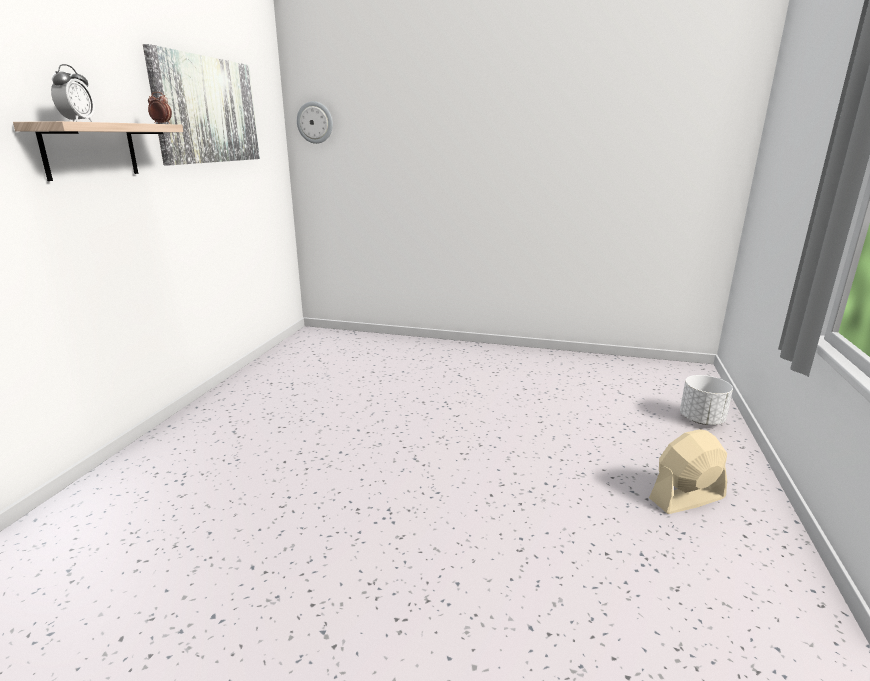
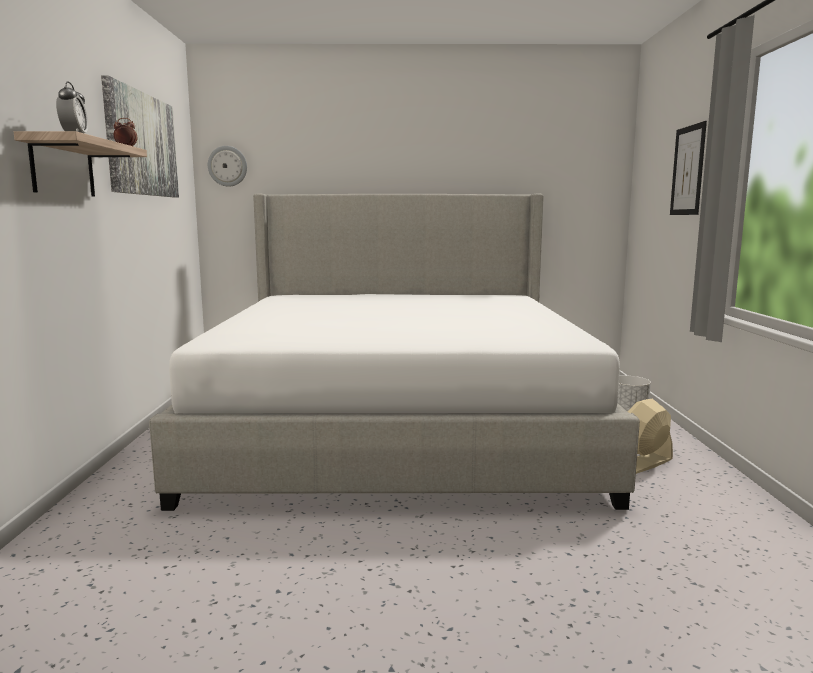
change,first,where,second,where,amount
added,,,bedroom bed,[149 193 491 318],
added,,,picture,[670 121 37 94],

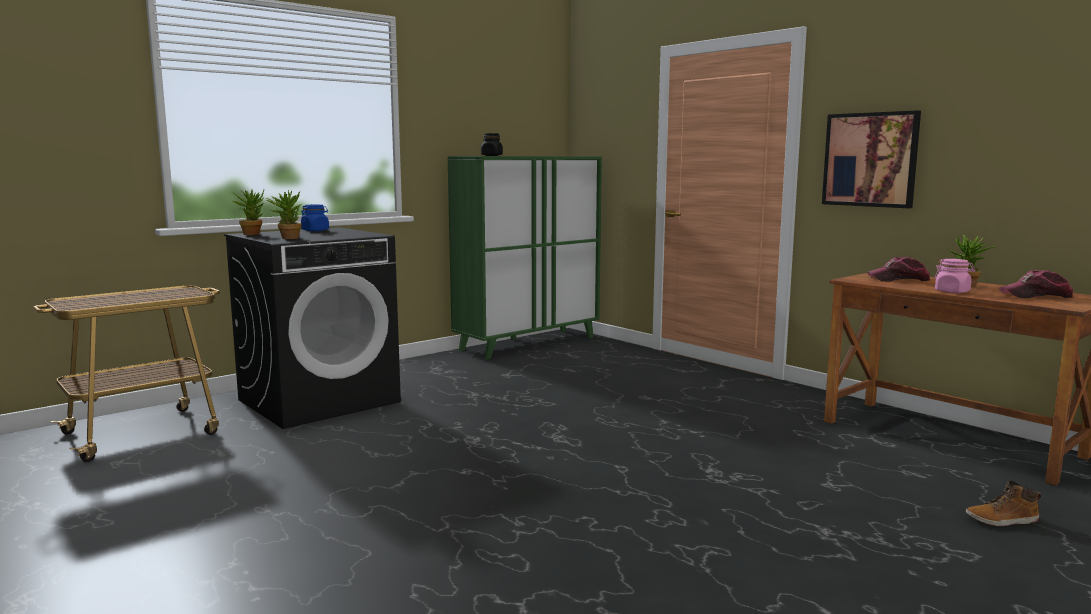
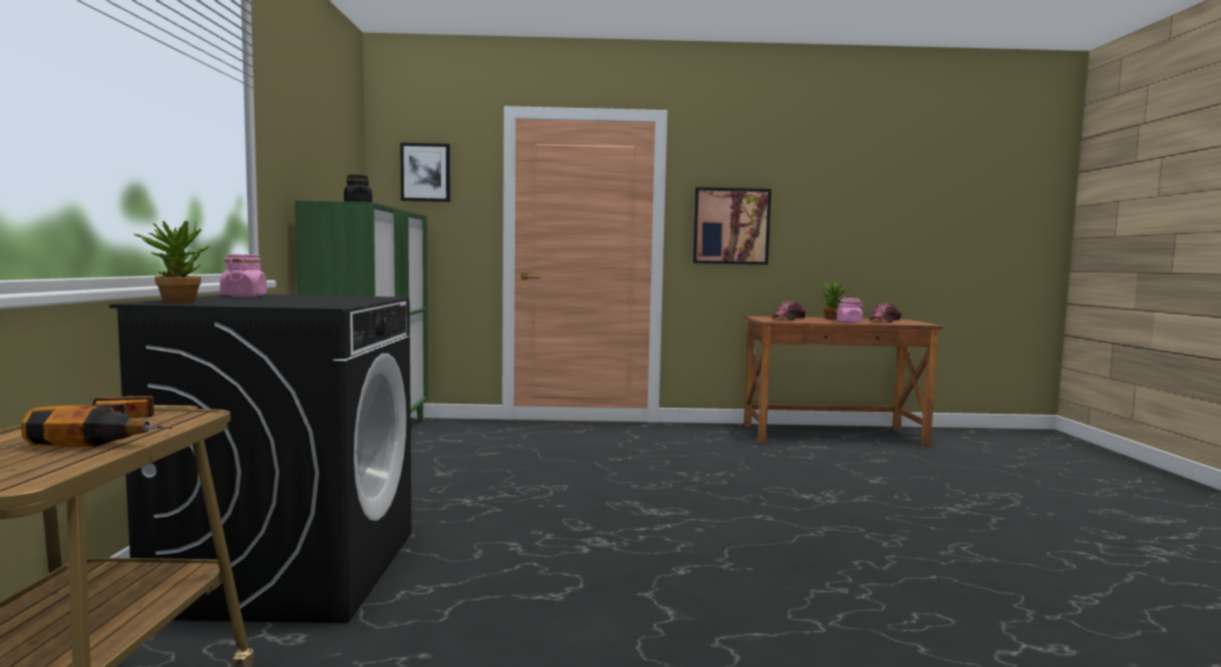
change,first,where,second,where,amount
removed,houseplant,[266 190 35 49],,,
removed,high-top boot,[966 481 75 46],,,
added,,,drill,[21 396 151 51],
added,,,picture,[400 143 50 59],
recoloured,blue-coloured preserve jar,[301 204 28 27],pink-coloured preserve jar,[220 254 47 43],

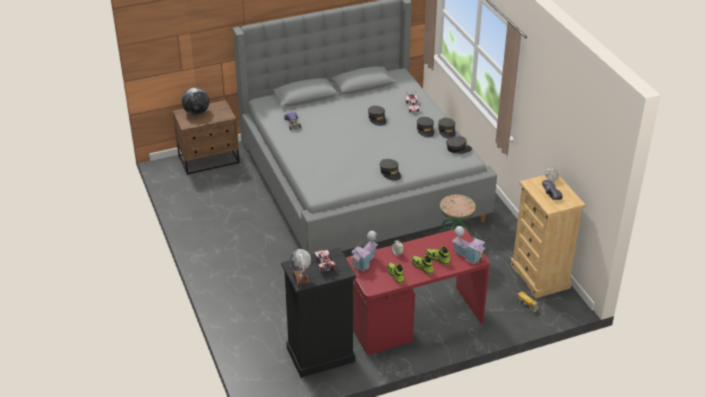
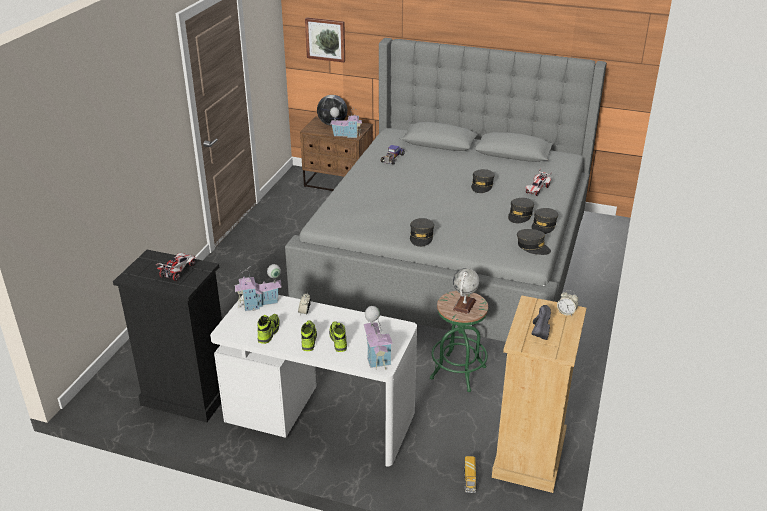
change,first,where,second,where,amount
added,,,picture,[305 17 40 45],
added,,,model house,[330 106 32 32],
moved,world globe,[289 249 22 37],,[453 268 27 46],
recoloured,red desk unit,[346 228 144 127],white desk unit,[210 295 207 172],

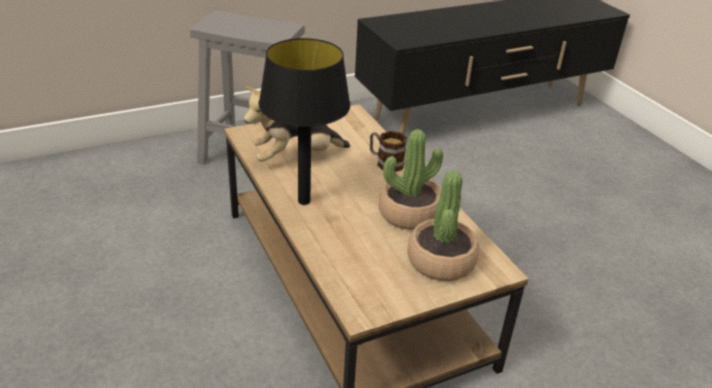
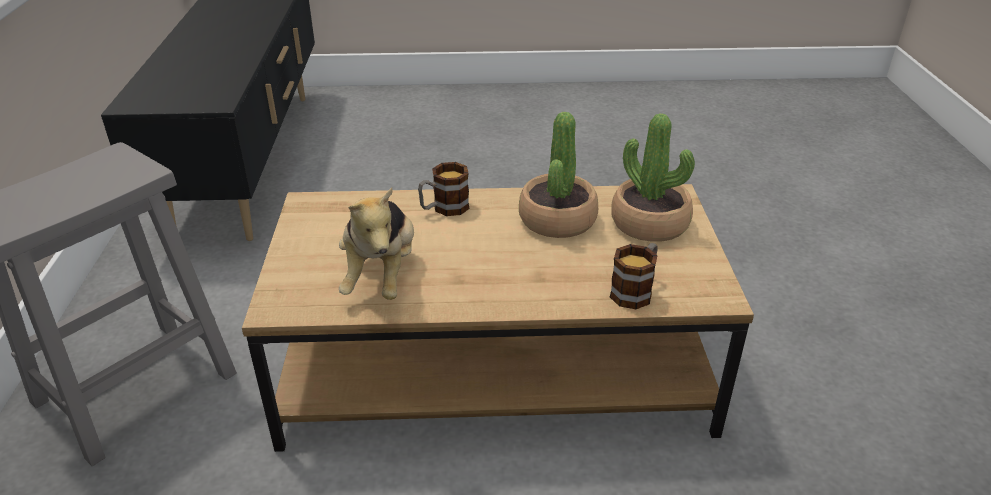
change,first,where,second,where,amount
removed,black-coloured lamp for a table,[259 38 91 167],,,
added,,,tea mug,[610 243 48 66],

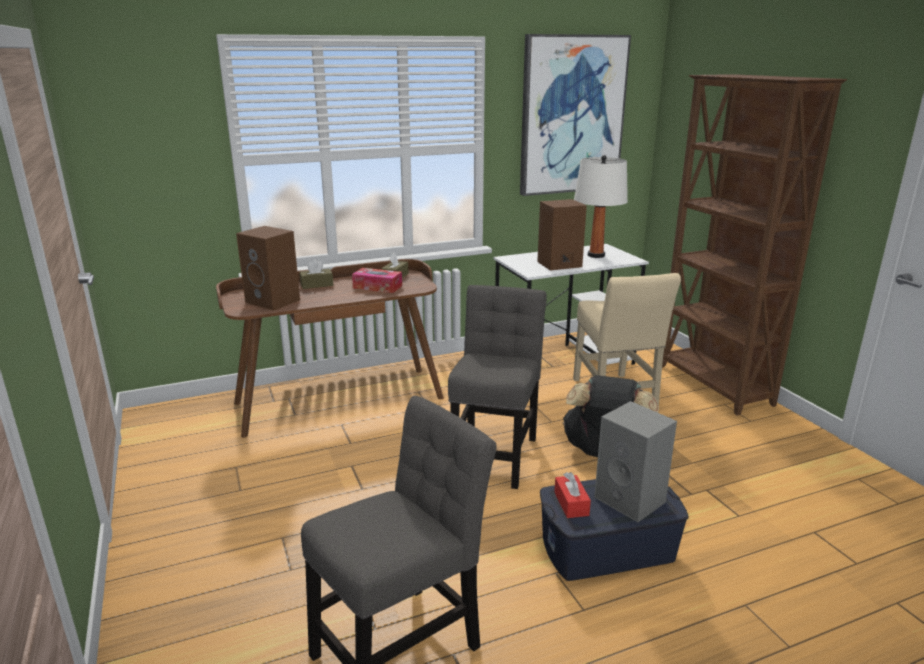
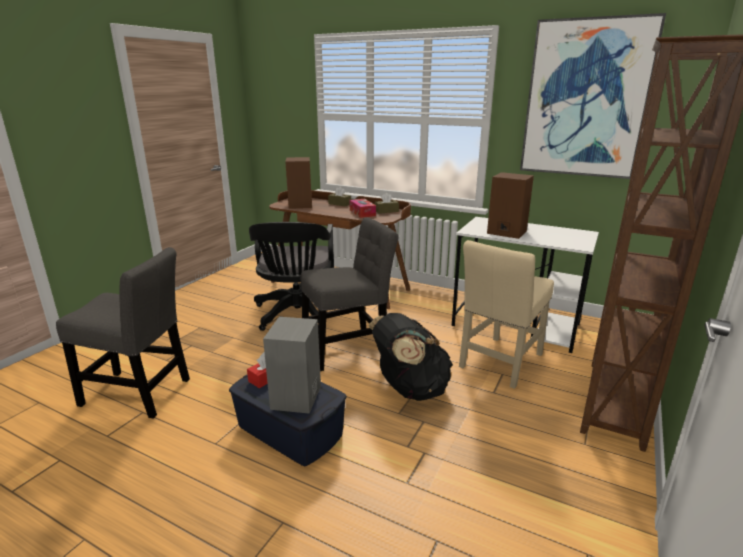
change,first,where,second,where,amount
removed,white lamp for a table,[574 155 54 103],,,
added,,,black-coloured desk chair,[249 222 85 109],

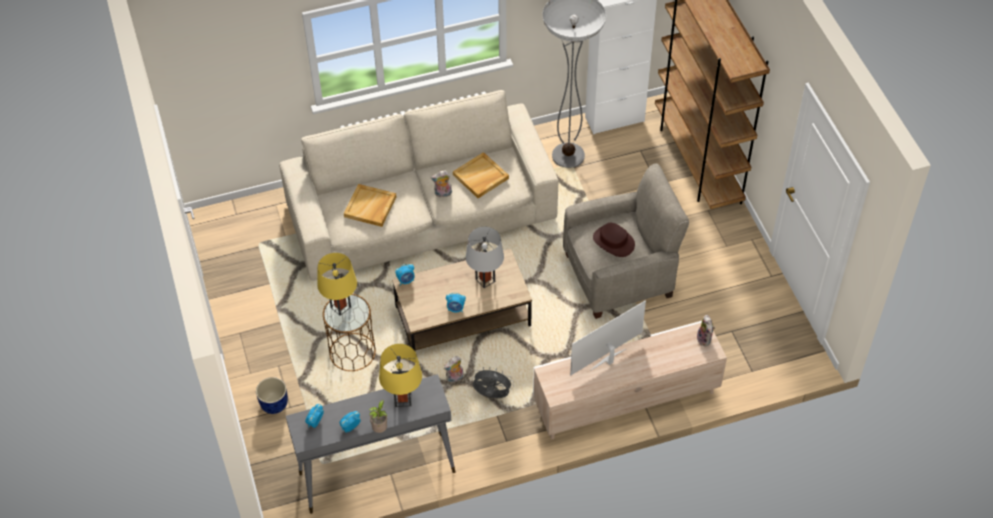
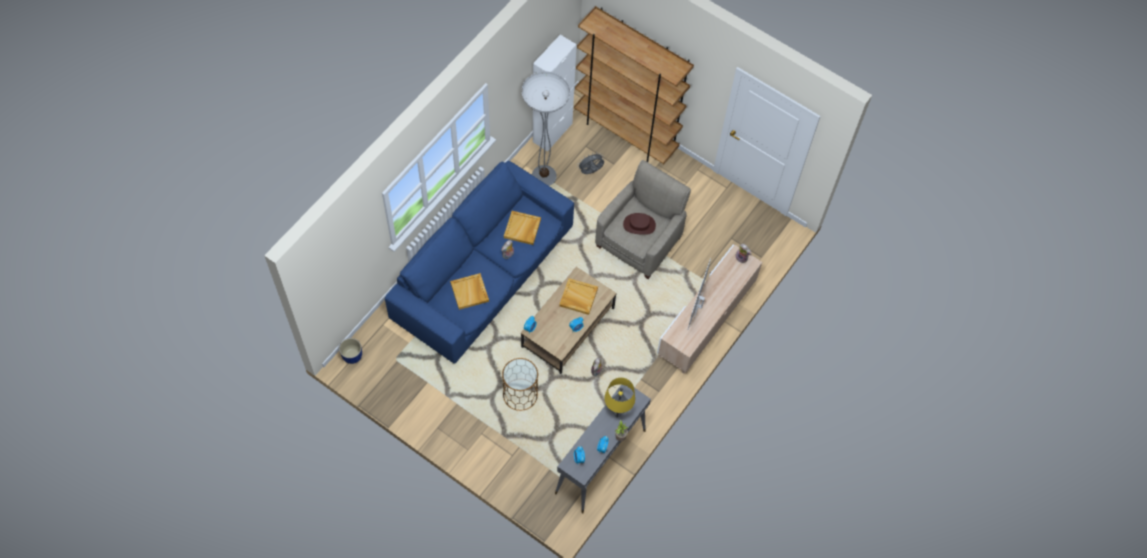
change,first,where,second,where,amount
removed,yellow-coloured lamp for a table,[317 253 40 63],,,
moved,blue-coloured flower pot,[256 377 32 37],,[339 338 23 26],
moved,grey fan,[472 367 42 31],,[577 152 27 22],
replaced,grey lamp for a table,[466 227 38 61],beige-coloured carrying tray,[559 278 39 37],
recoloured,beige-coloured settee,[279 90 279 191],blue-coloured settee,[385 161 189 202],

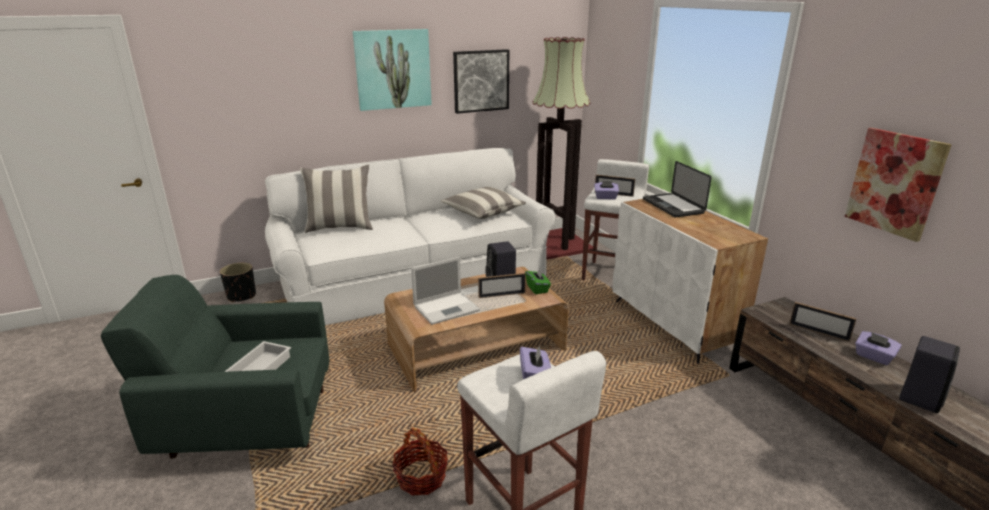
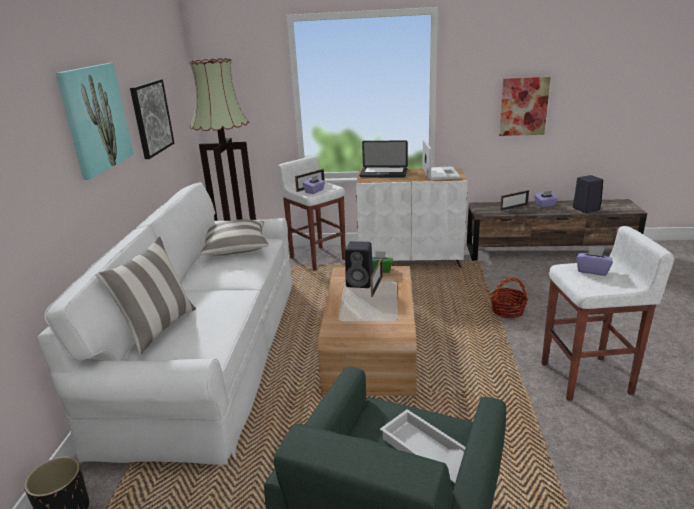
change,first,where,second,where,amount
moved,storage basket,[392 428 56 68],,[491 277 37 42],
moved,portable computer,[411 257 69 68],,[422 140 39 40],

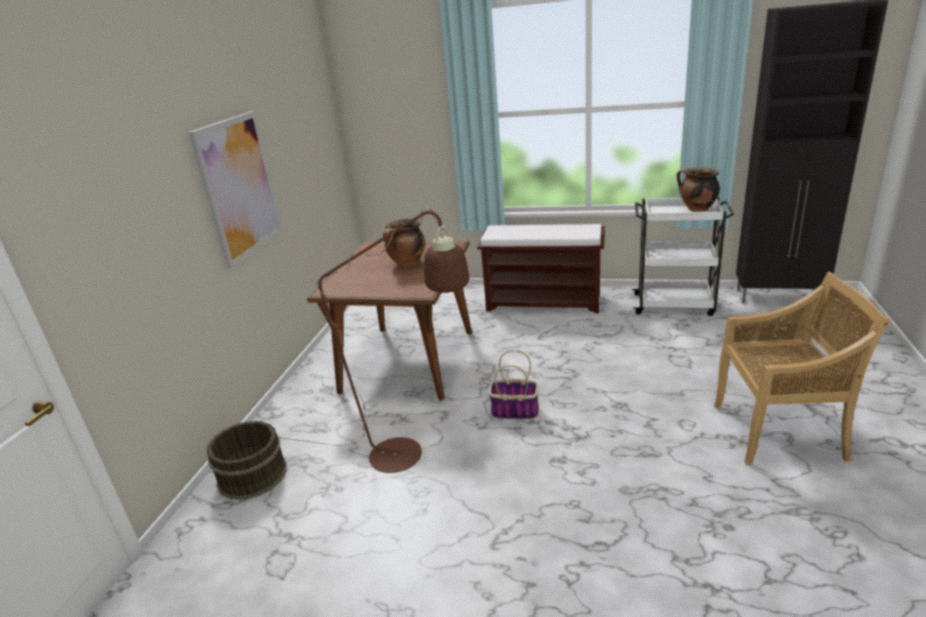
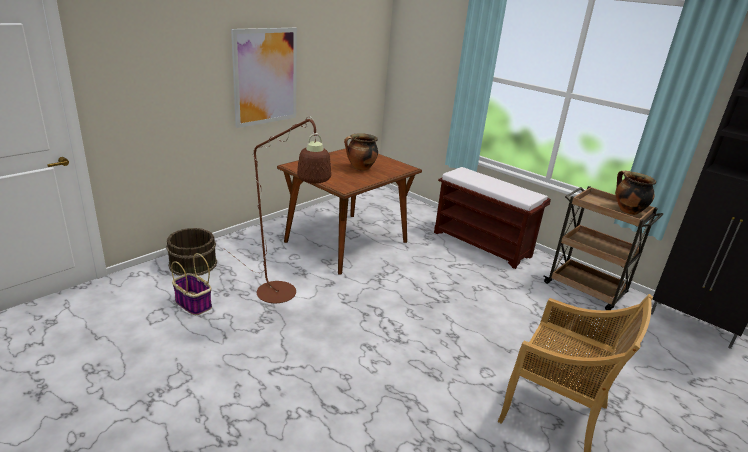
change,first,where,second,where,amount
moved,storage basket,[488 350 51 70],,[171 253 41 62],
recoloured,white trolley,[632 197 102 119],brown-coloured trolley,[543 186 120 124],

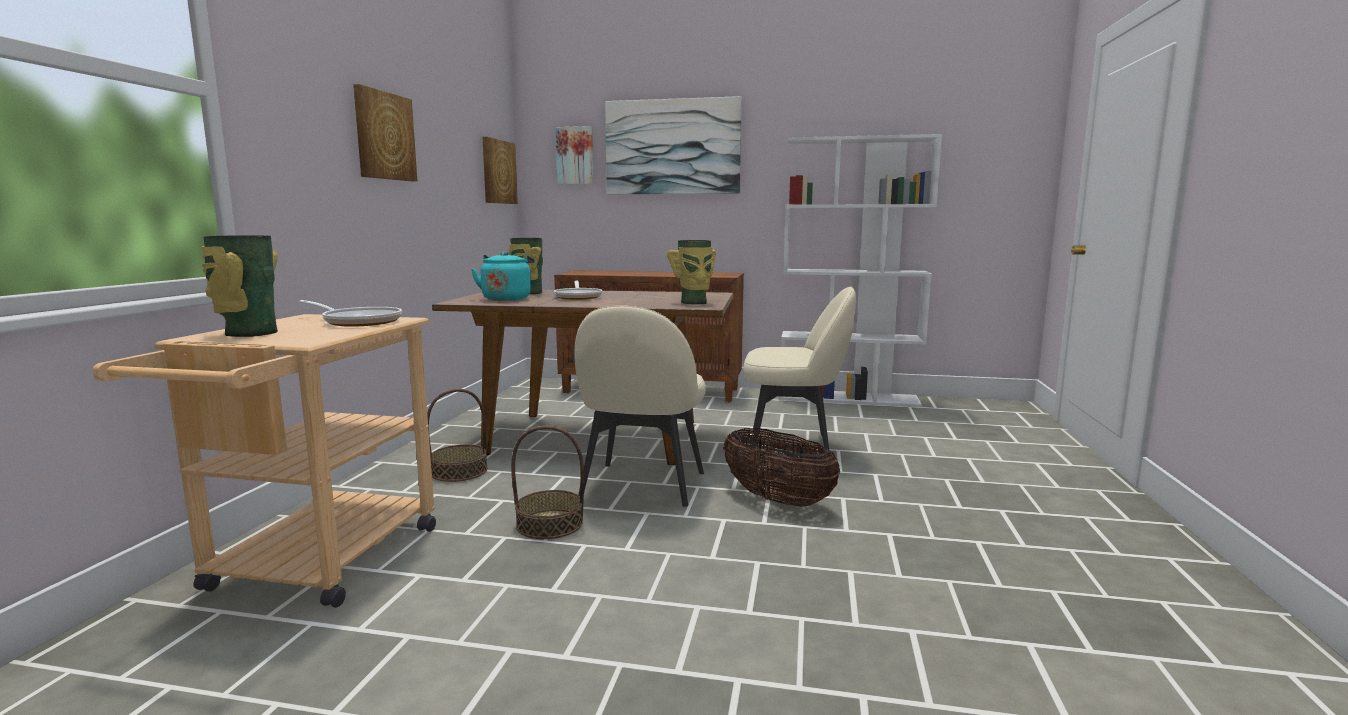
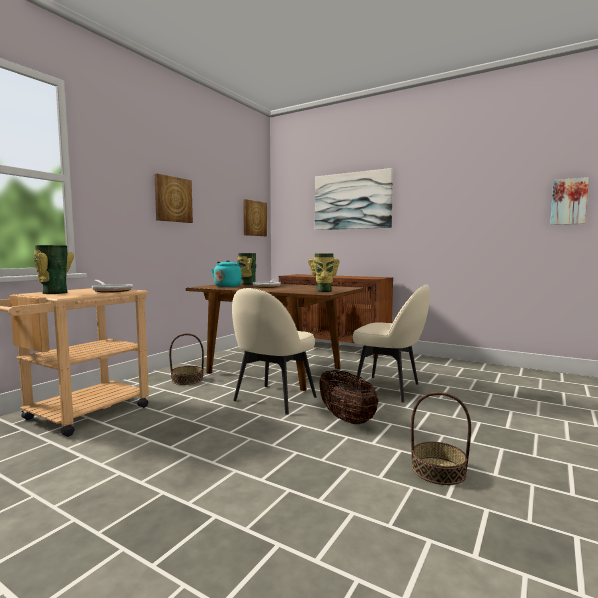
change,first,where,second,where,amount
removed,white bookshelf,[779 134 163 273],,,
moved,storage basket,[511 426 73 113],,[411 392 60 93],
moved,picture,[556 126 38 58],,[550 177 39 48],

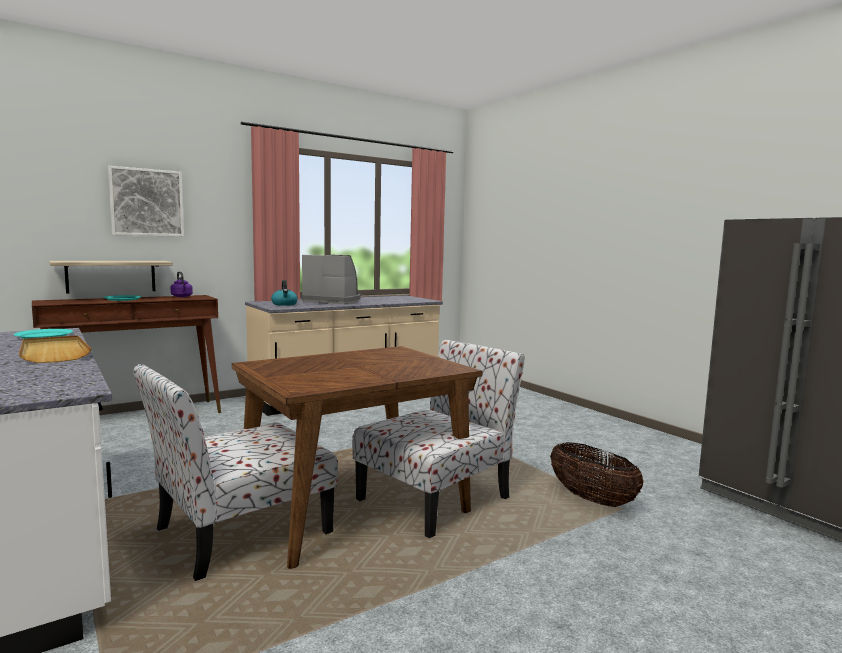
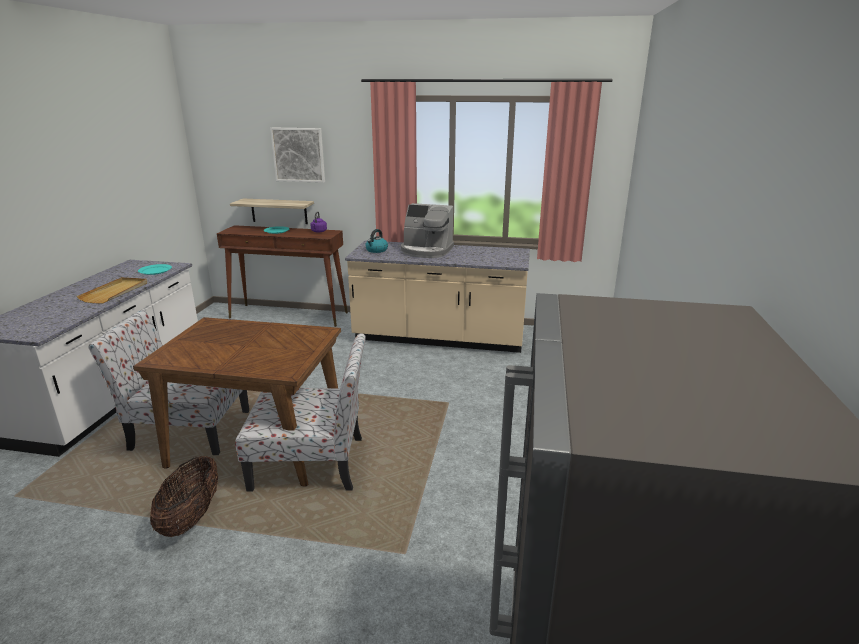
change,first,where,second,where,amount
moved,storage basket,[550 442 94 65],,[150 456 68 81],
turned,coffee machine,[301 255 60 49],,[401 203 53 55],135 degrees clockwise

